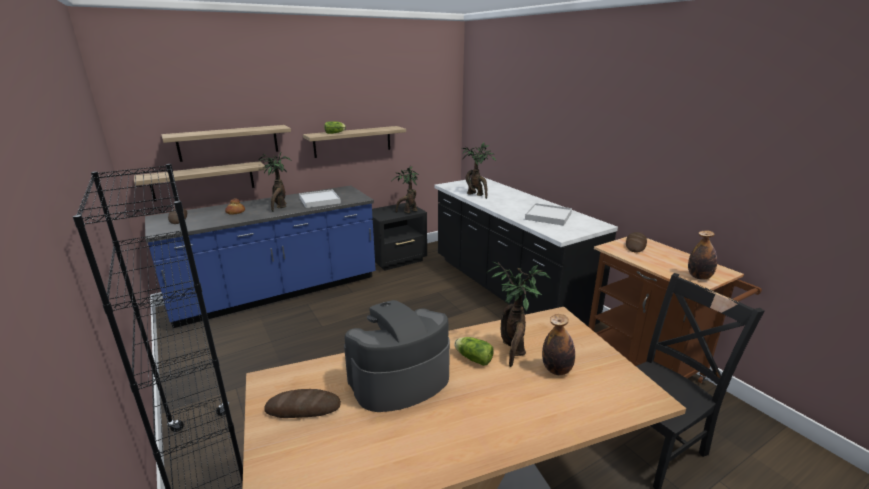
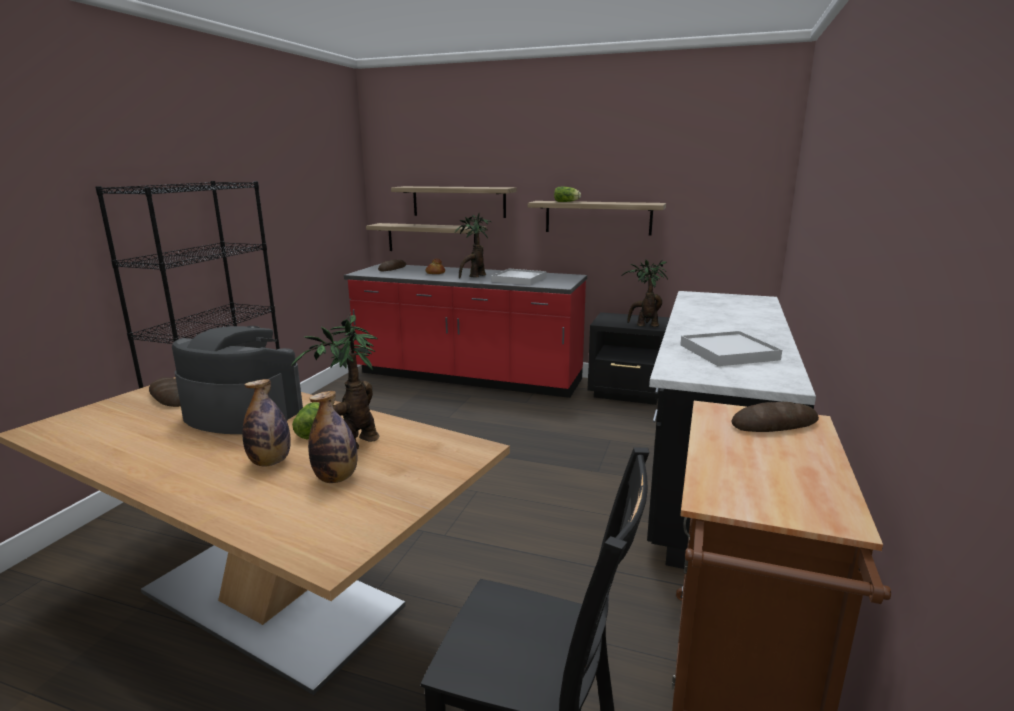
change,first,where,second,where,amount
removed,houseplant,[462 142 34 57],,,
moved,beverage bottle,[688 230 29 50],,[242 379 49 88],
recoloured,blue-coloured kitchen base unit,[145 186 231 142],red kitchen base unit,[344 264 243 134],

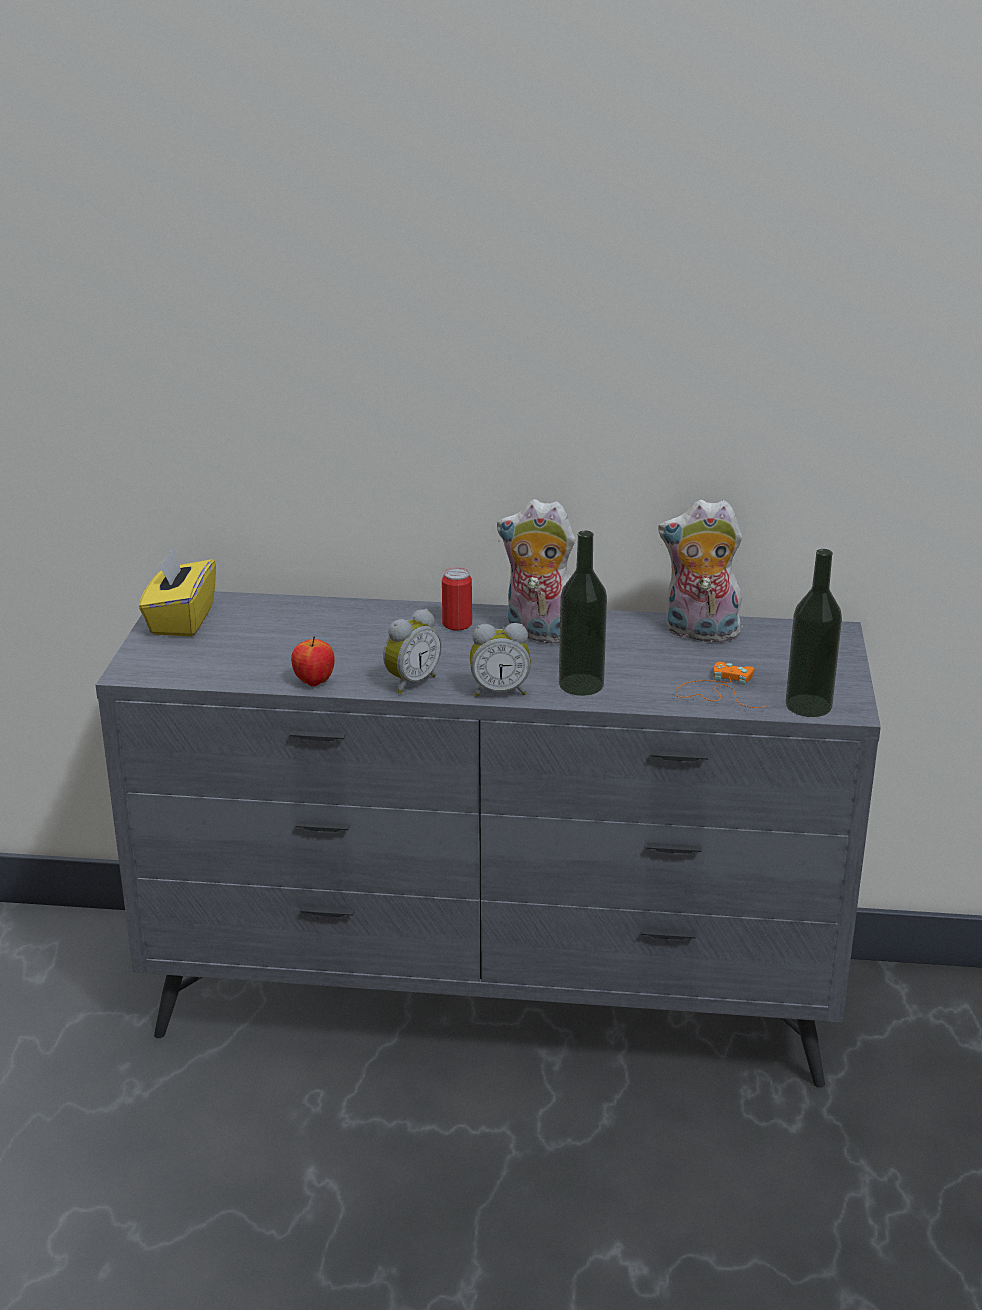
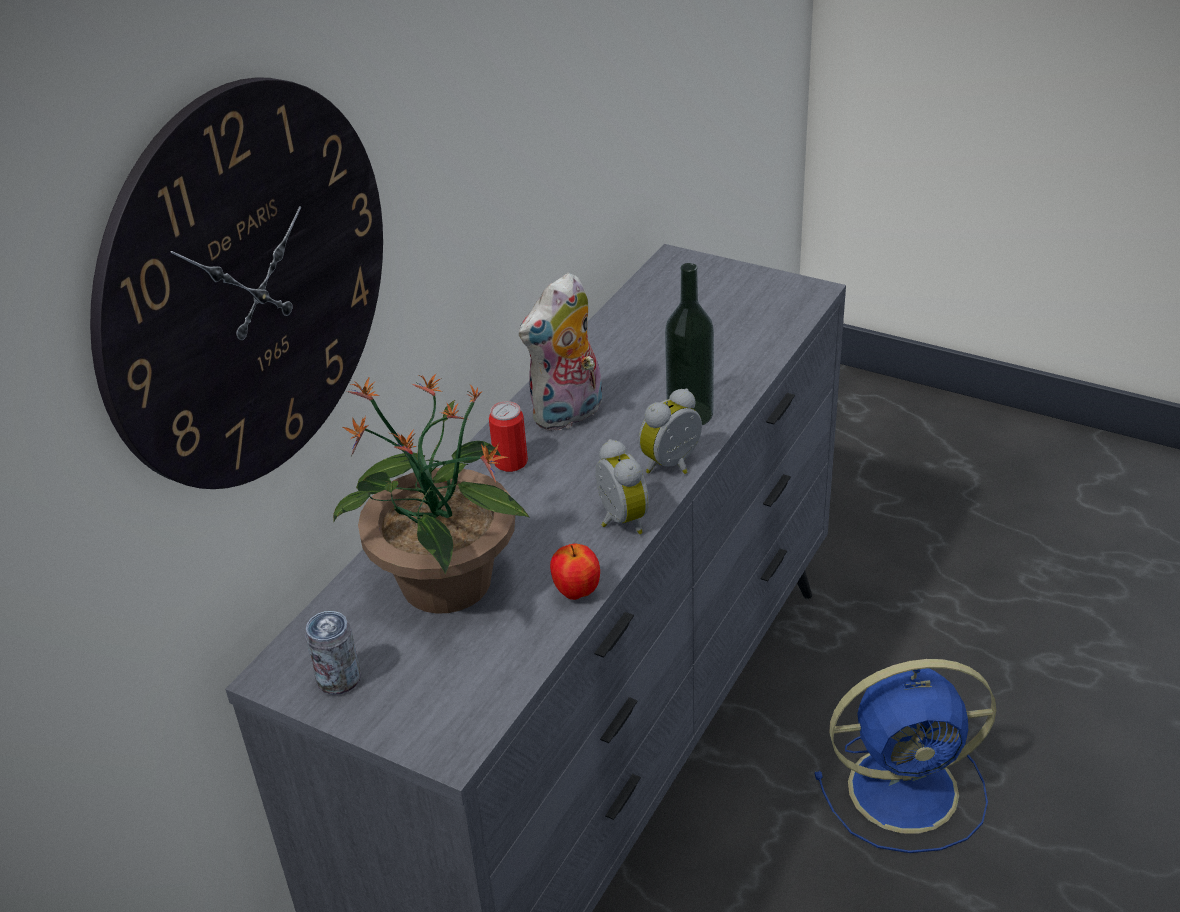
change,first,where,second,where,amount
removed,plush toy,[658 500 85 142],,,
removed,orange-coloured joypad,[675 662 92 46],,,
removed,beverage bottle,[785 549 57 168],,,
added,,,clock on the wall,[90 77 293 412],
added,,,houseplant,[333 374 197 240],
added,,,blue-coloured fan,[815 659 181 194],
replaced,yellow-coloured box of tissues,[139 548 77 89],metal can,[305 611 56 84],
turned,alarm clock,[470 623 61 74],,[638 388 64 86],150 degrees counterclockwise

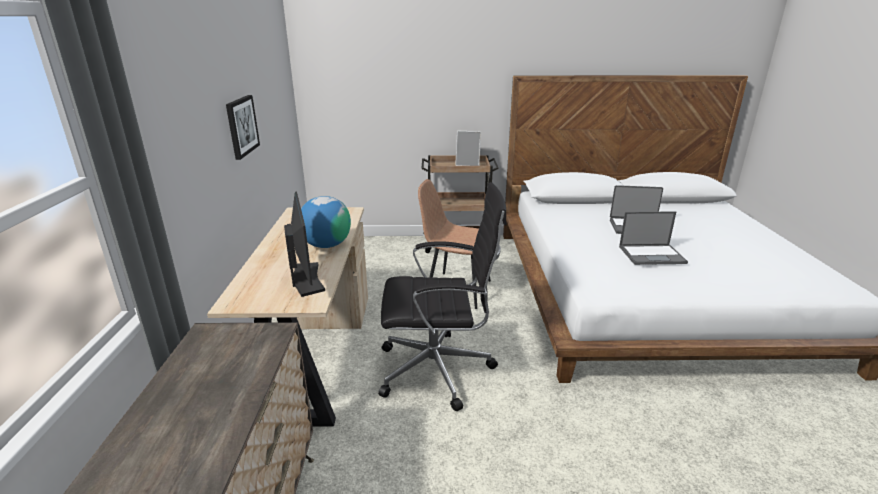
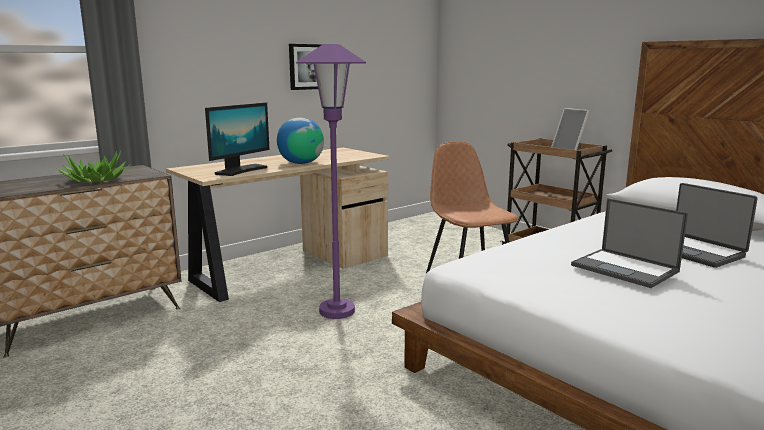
change,first,where,second,where,amount
added,,,houseplant,[57 151 73 32],
replaced,black-coloured desk chair,[378 182 129 229],purplish standard lamp,[296 44 70 275],

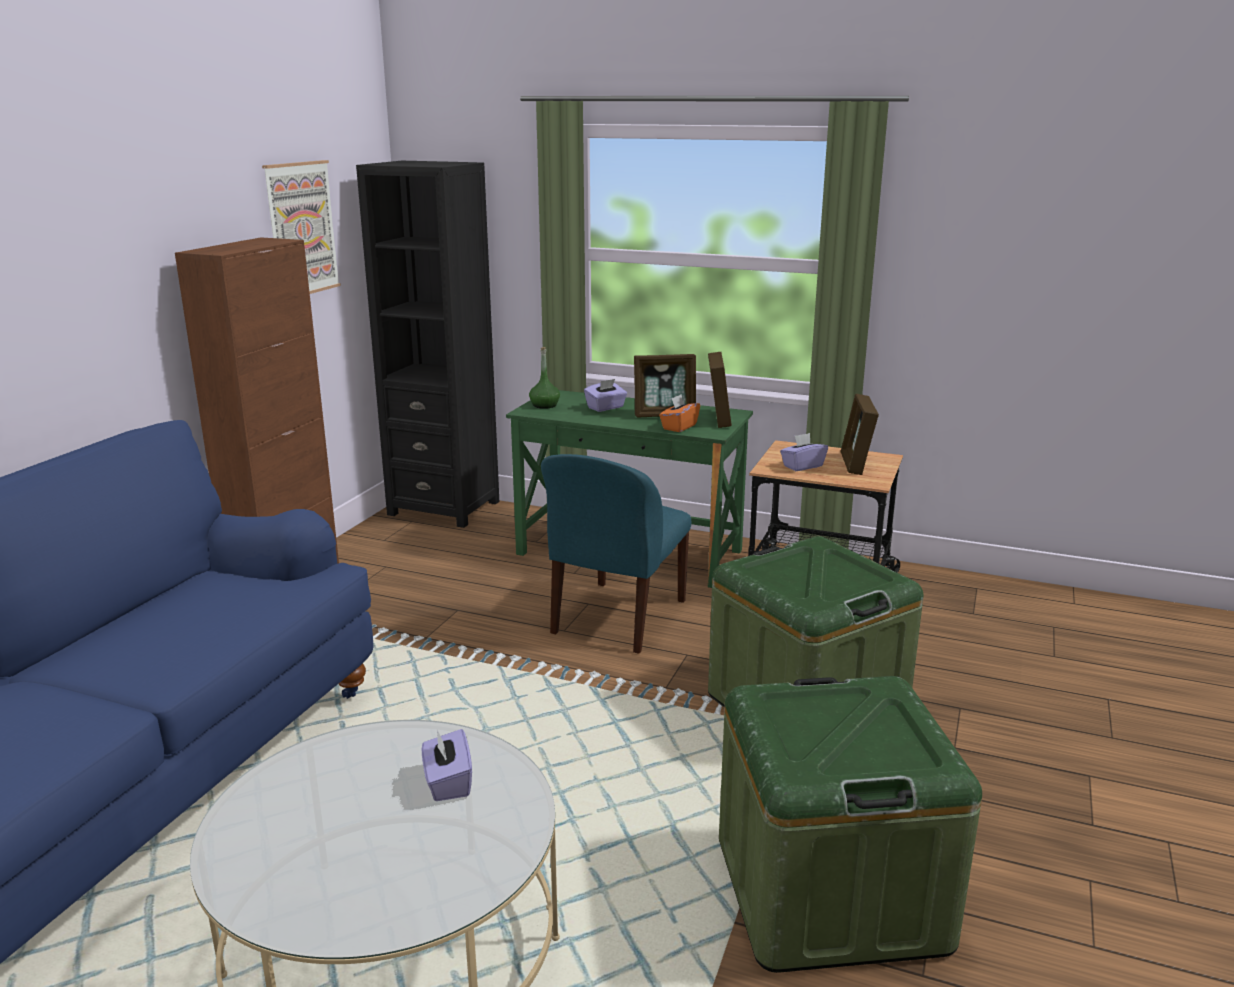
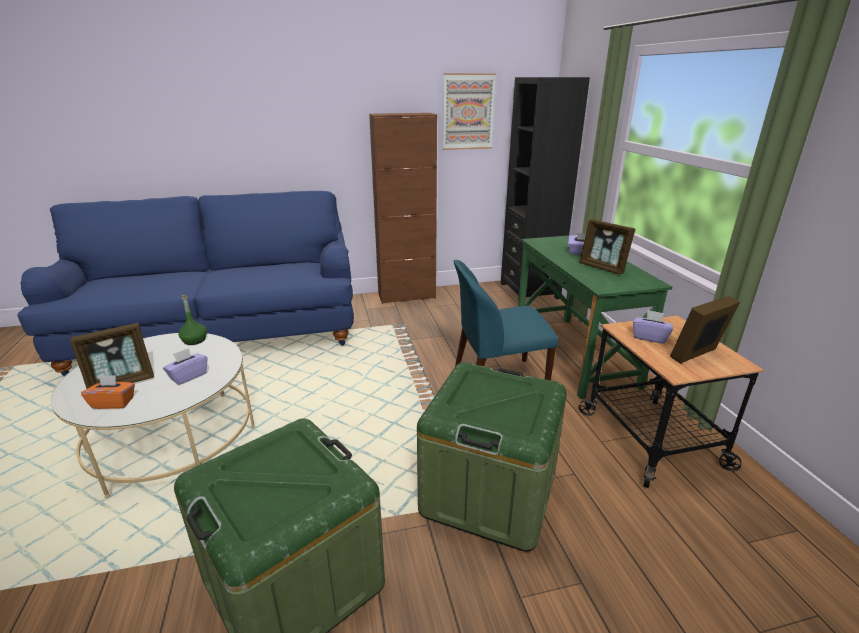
change,first,where,second,where,amount
moved,greenish beverage bottle,[529 347 31 62],,[178 295 29 50],
moved,orange-coloured box of tissues,[659 394 41 38],,[81 375 54 34],
moved,picture frame,[708 352 24 76],,[70 323 84 66],

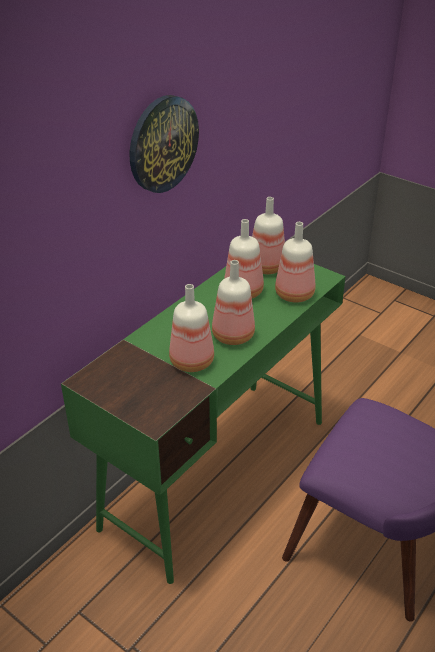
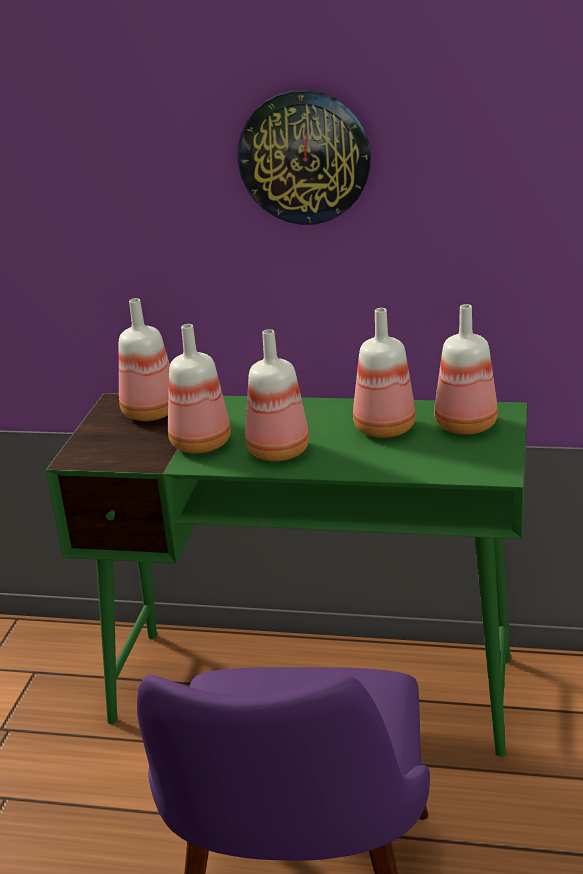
change,first,where,second,where,amount
moved,beverage bottle,[275 222 40 81],,[119 298 51 123],

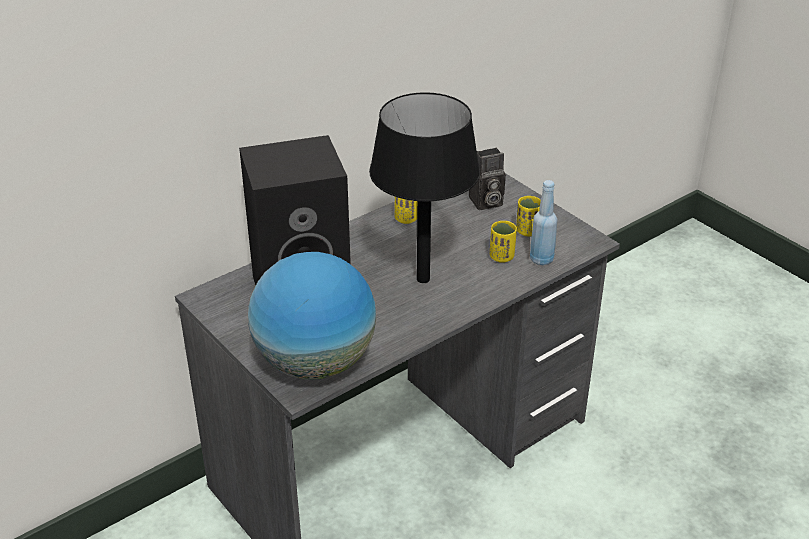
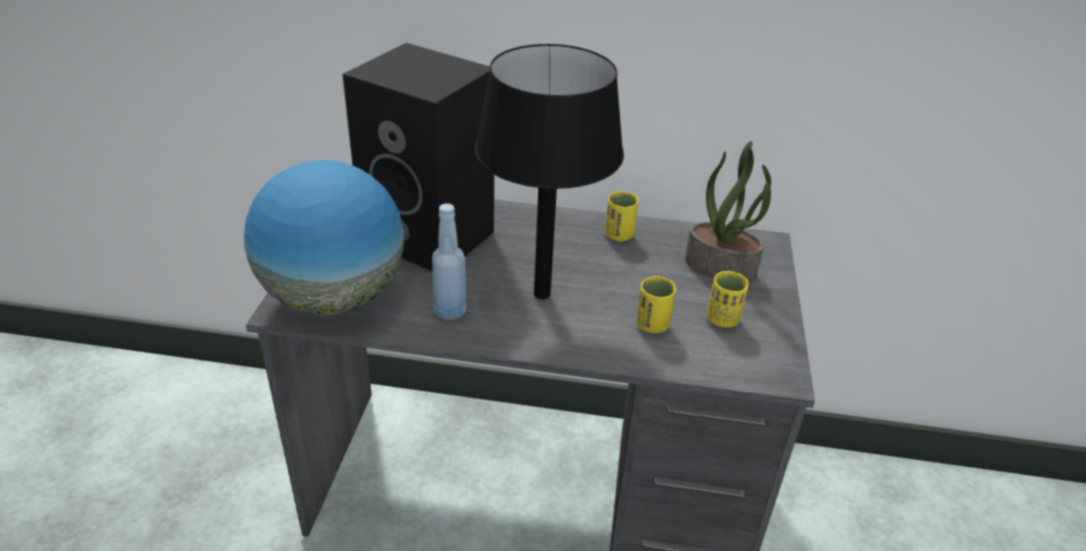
change,first,where,second,where,amount
moved,blue-coloured beverage bottle,[530 180 27 85],,[432 203 35 117],
replaced,still camera,[469 148 37 62],houseplant,[685 141 86 141],

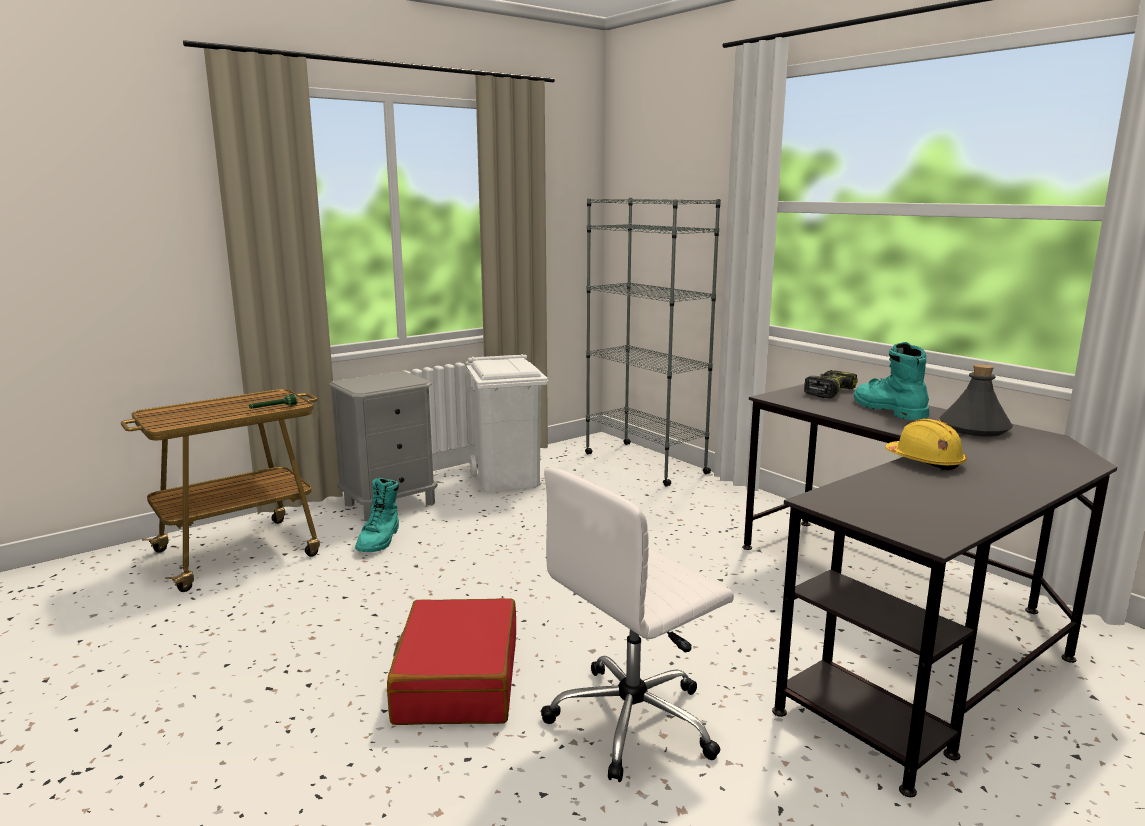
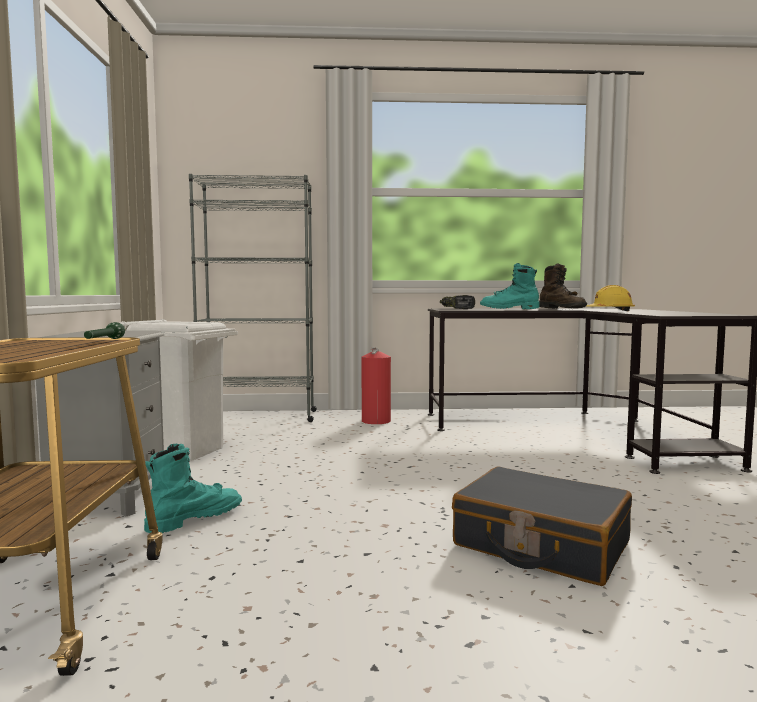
change,first,where,second,where,amount
removed,white desk chair,[541 468 193 314],,,
added,,,extinguisher,[362 347 29 77],
replaced,grey beverage bottle,[940 364 73 72],brown-coloured high-top boot,[539 264 48 44],
recoloured,red travel case,[387 598 129 127],black-coloured travel case,[452 466 180 120],
turned,turquoise high-top boot,[355 478 44 74],,[144 444 98 89],90 degrees counterclockwise

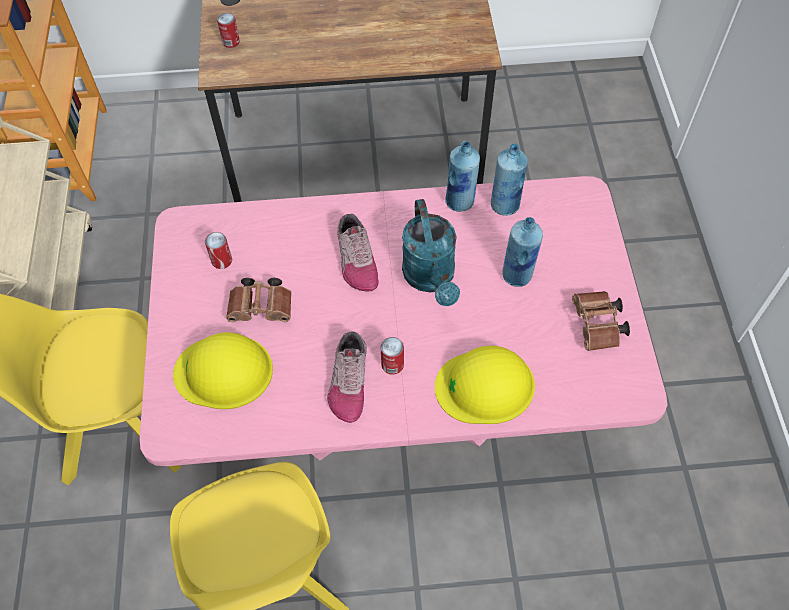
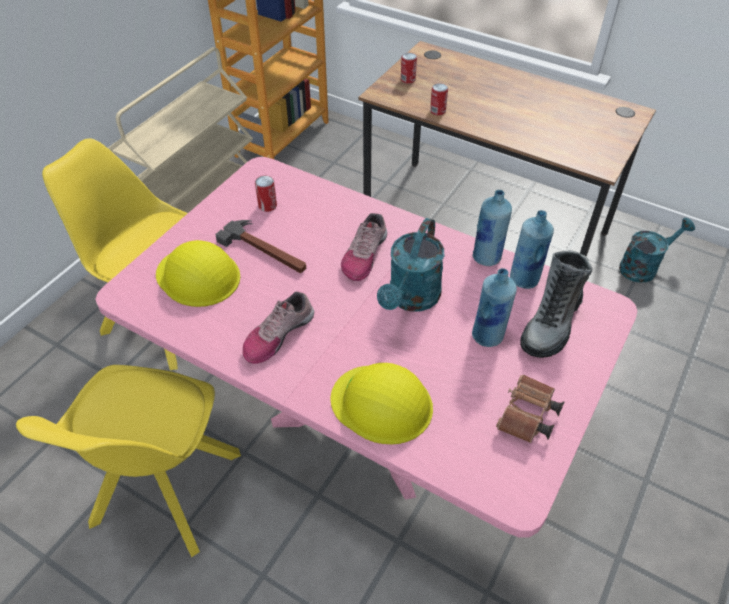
change,first,where,second,where,amount
added,,,high-top boot,[520 250 73 108],
added,,,turquoise sprinkling can,[619 218 76 65],
moved,metal can,[381 337 23 38],,[430 83 18 32],
replaced,brown-coloured pair of binoculars,[226 278 66 44],hand hammer,[215 220 91 53],

